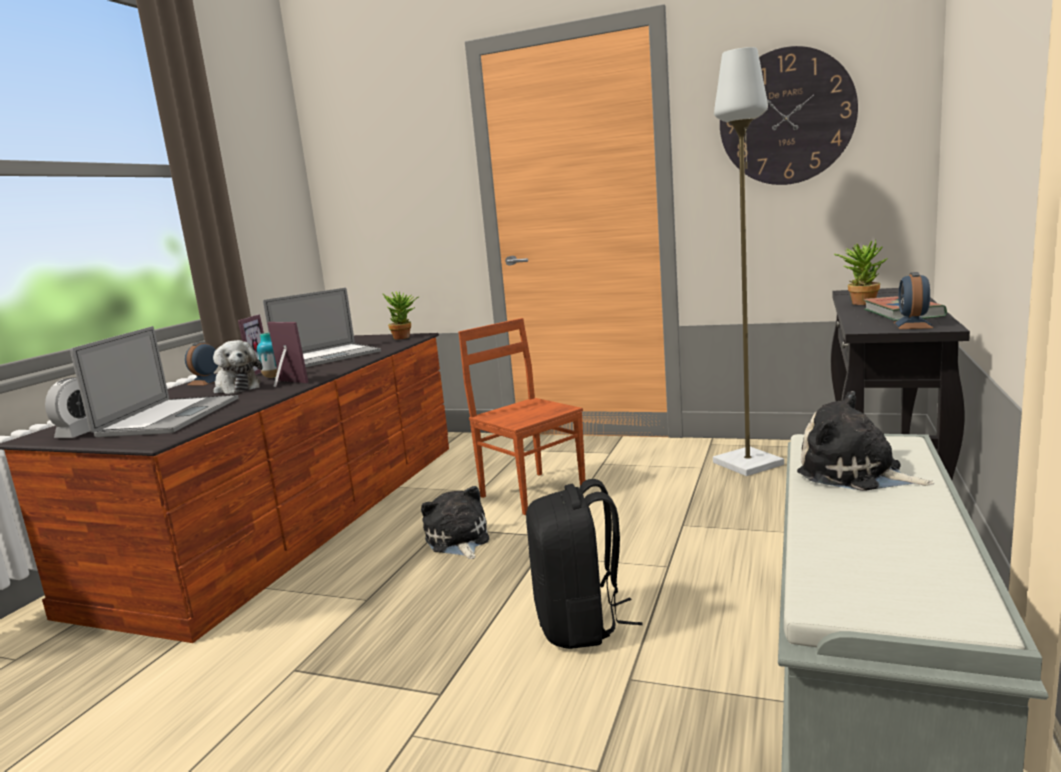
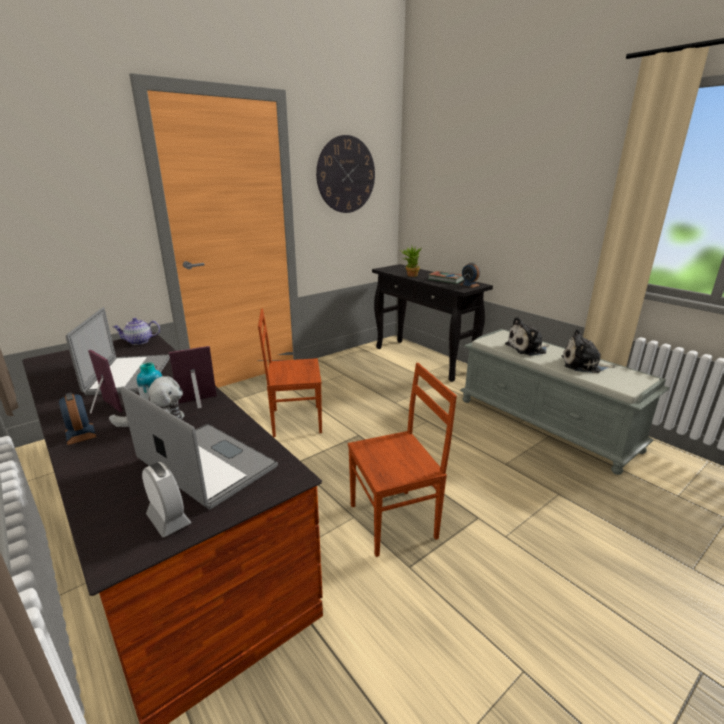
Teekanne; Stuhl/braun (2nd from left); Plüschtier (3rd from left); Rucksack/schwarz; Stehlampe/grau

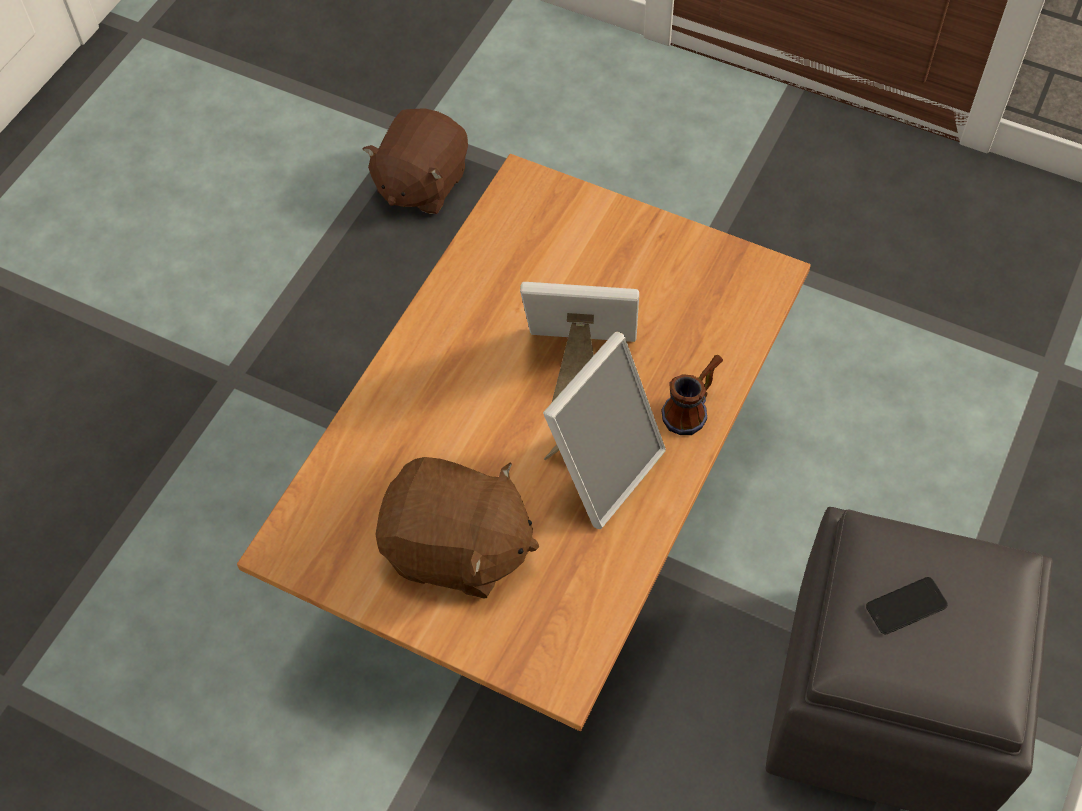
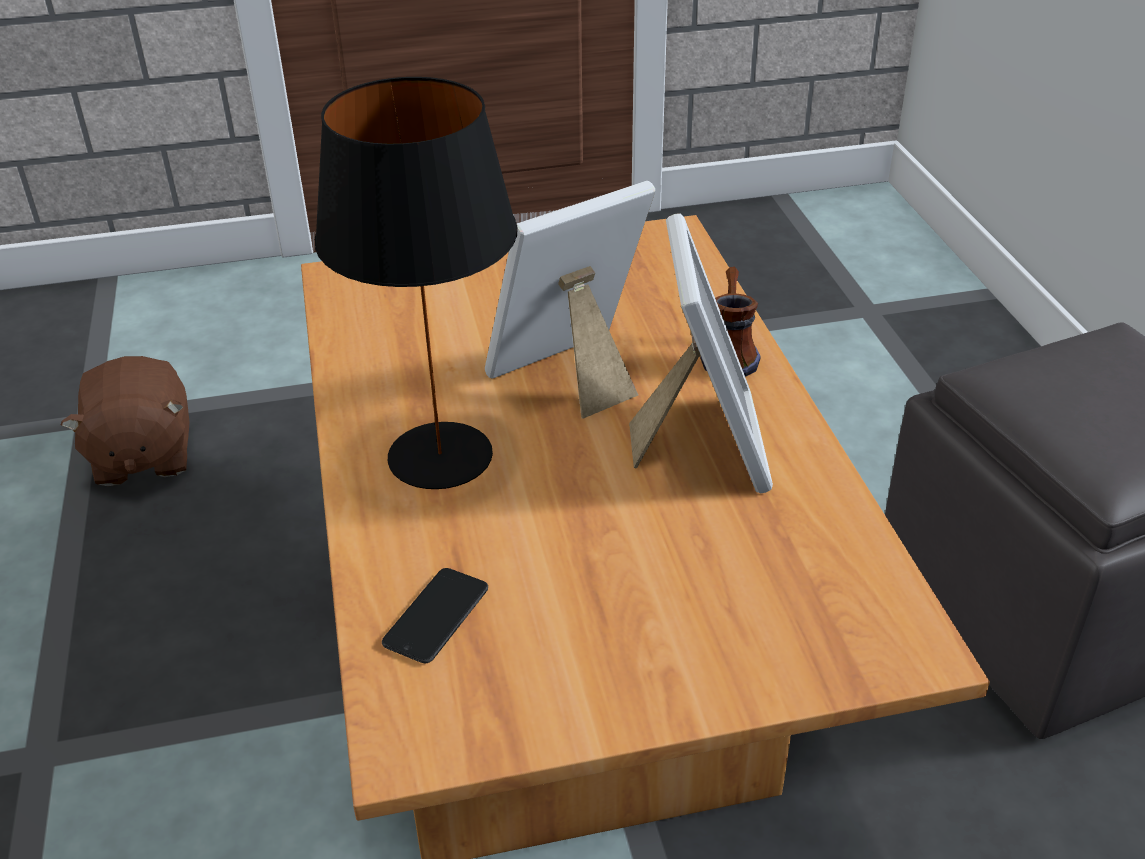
Tischlampe/schwarz; Handy; Plüschtier/braun (2nd from left in the first image)

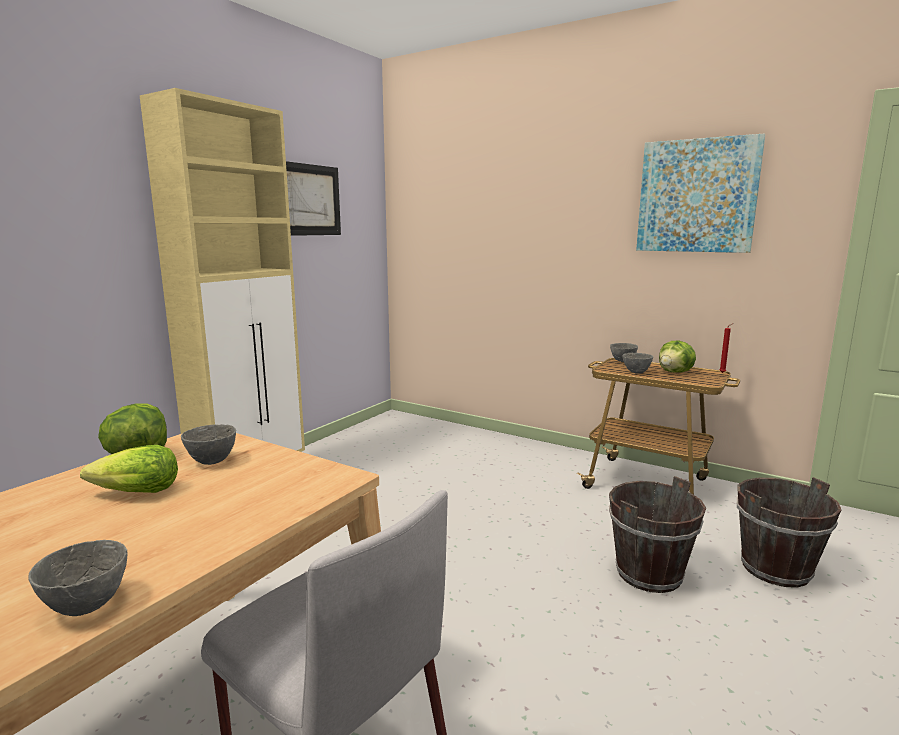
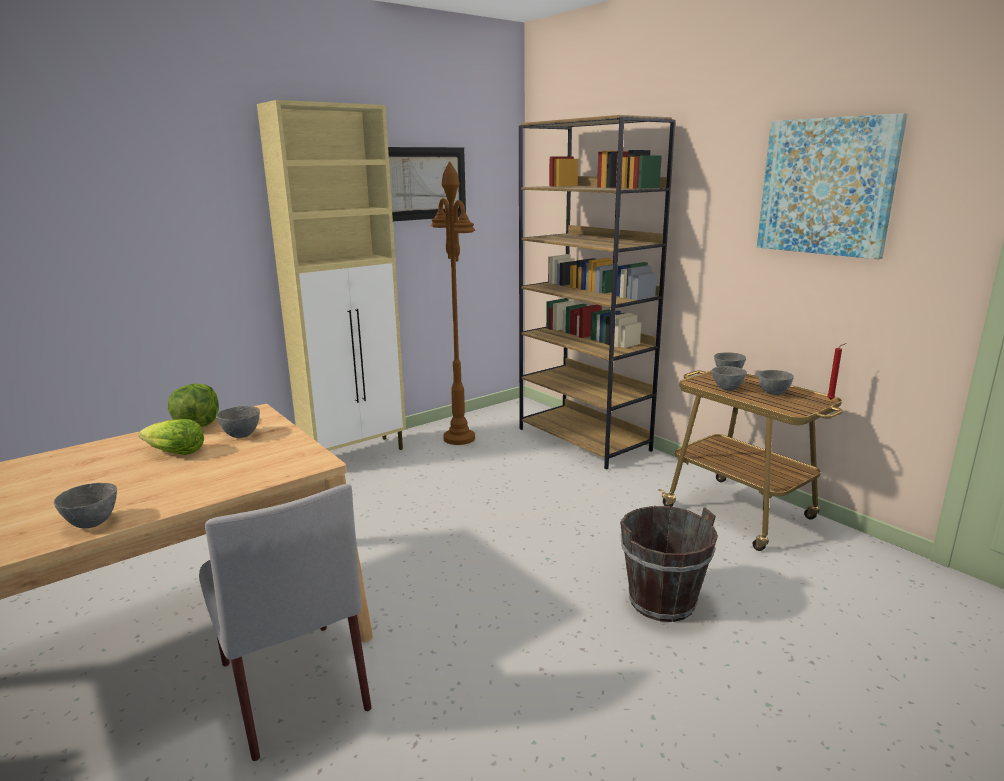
Stehlampe/braun; Bücherregal/braun; Schüssel/grau (5th from left); Eimer/braun (2nd from left in the first image)

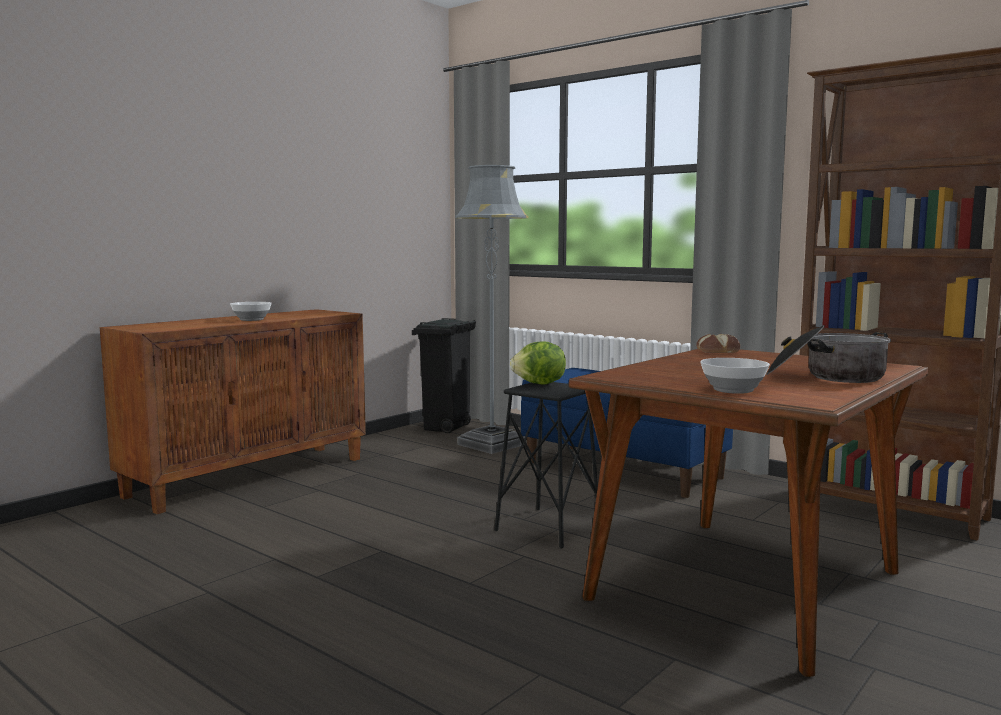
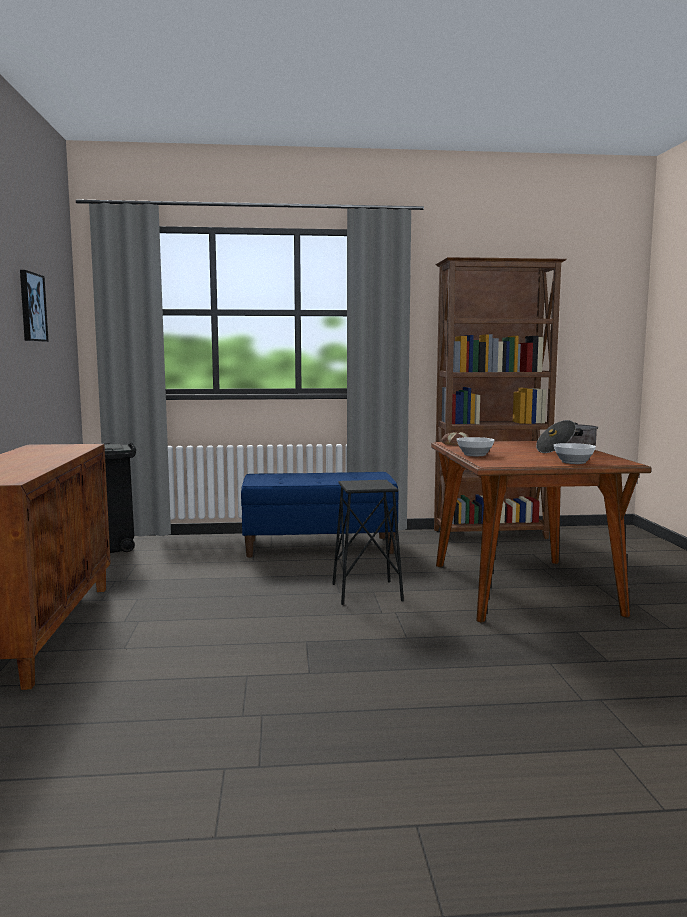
Bild; Schüssel (1st from left); Stehlampe/grau; Salatkopf

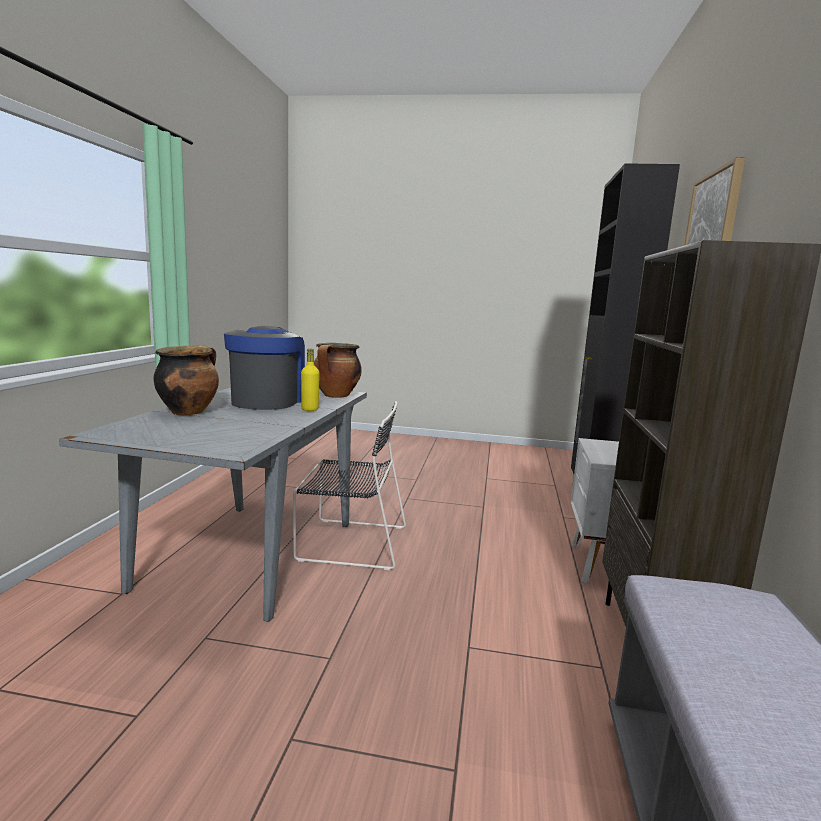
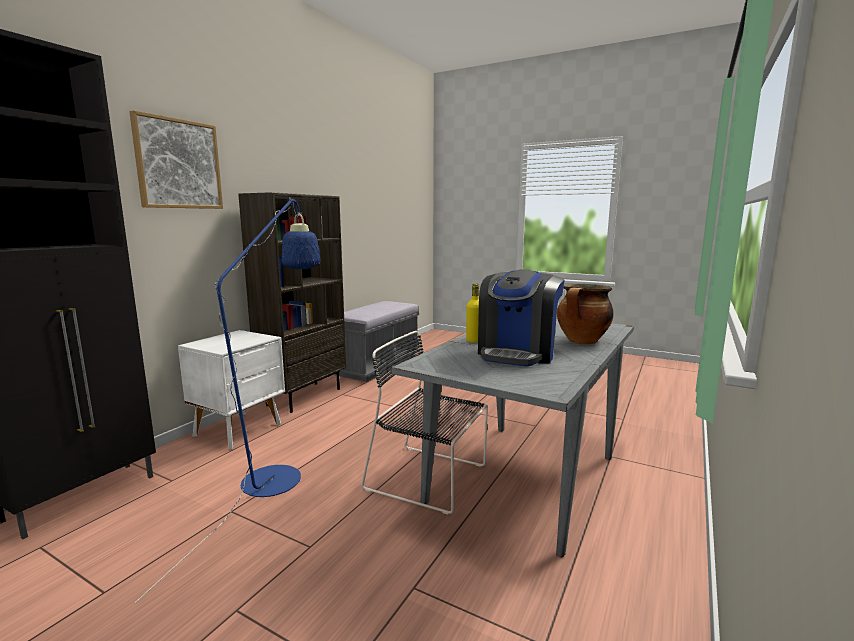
Stehlampe/blau; Kochtopf (2nd from left in the first image)

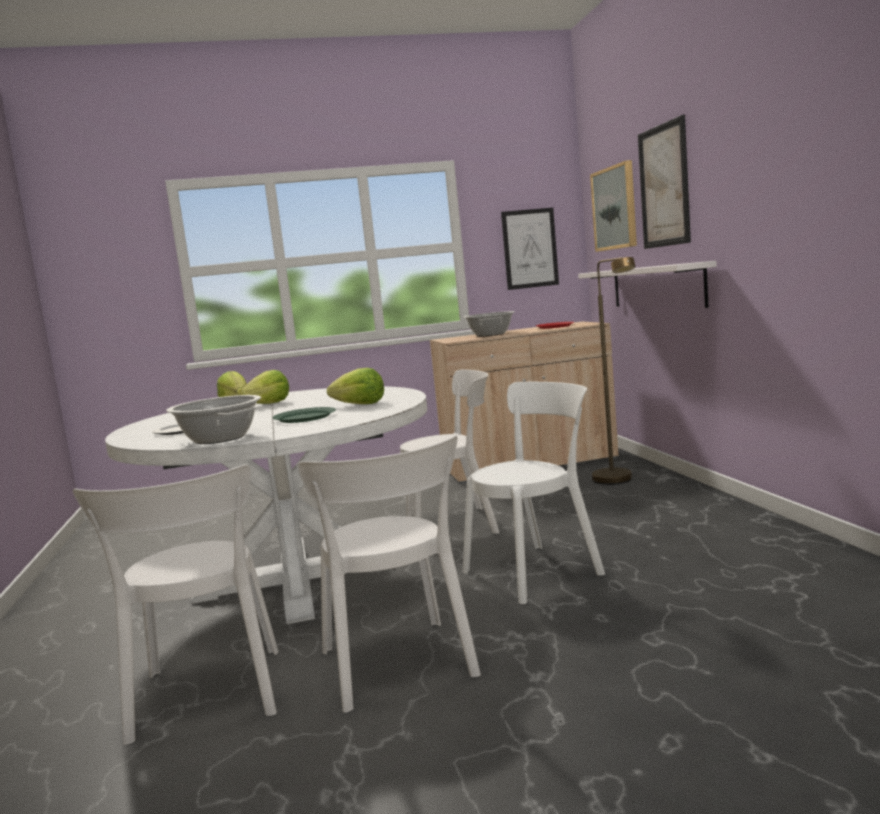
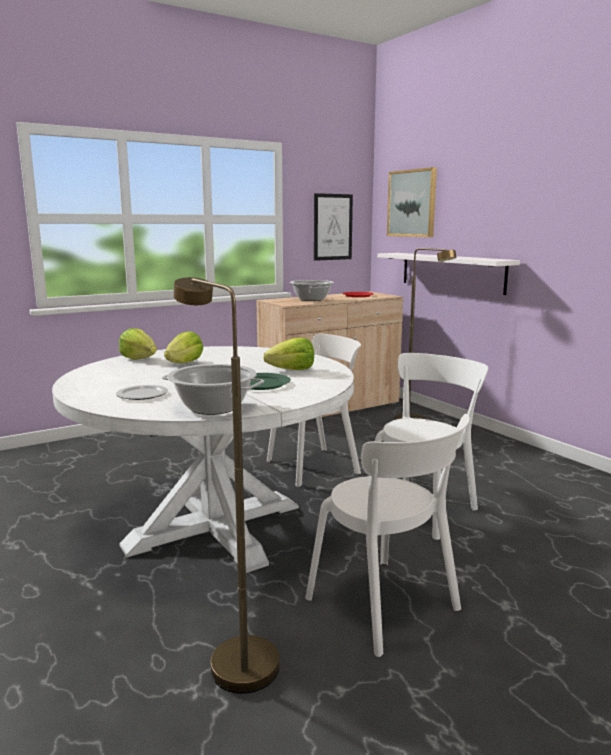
Stehlampe/braun (1st from left); Bild (3rd from left in the first image)

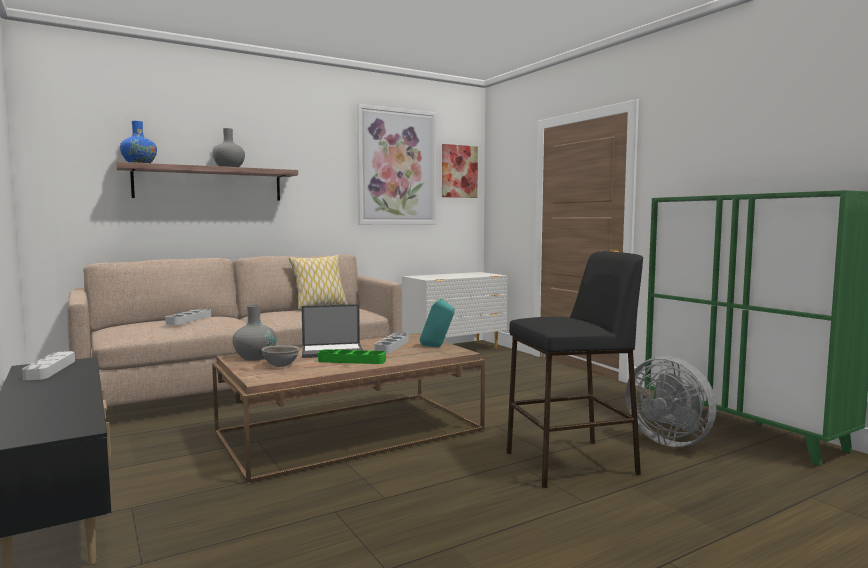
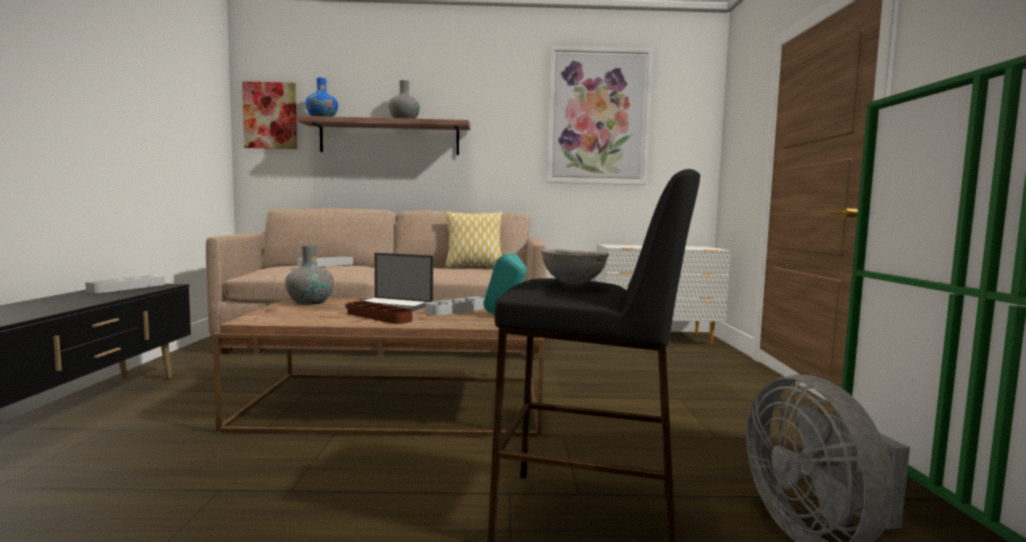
Bild (1st from left); Tablett/braun; Schüssel/grau

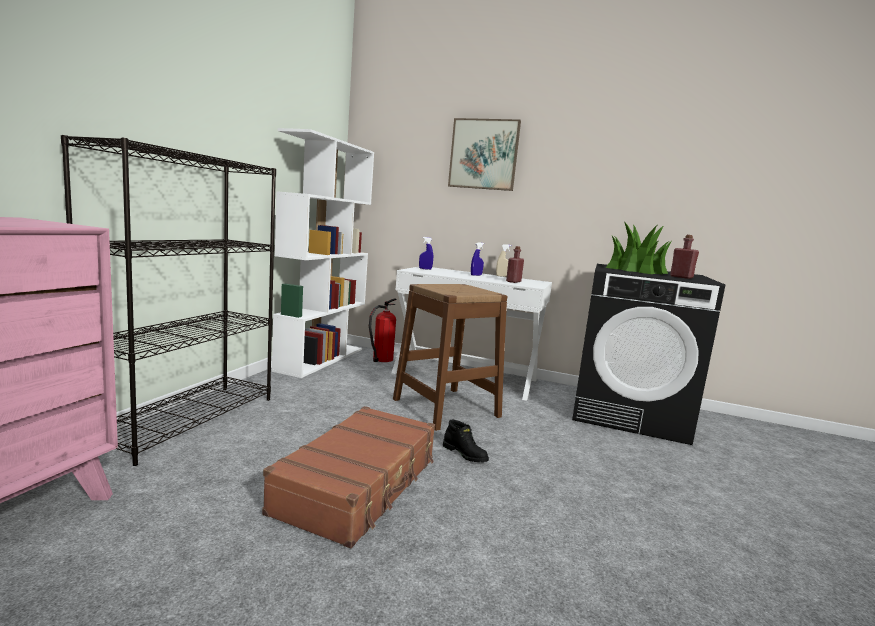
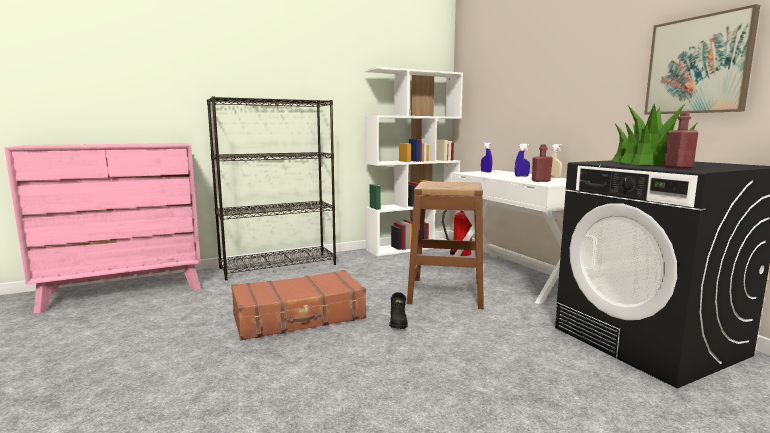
Bild

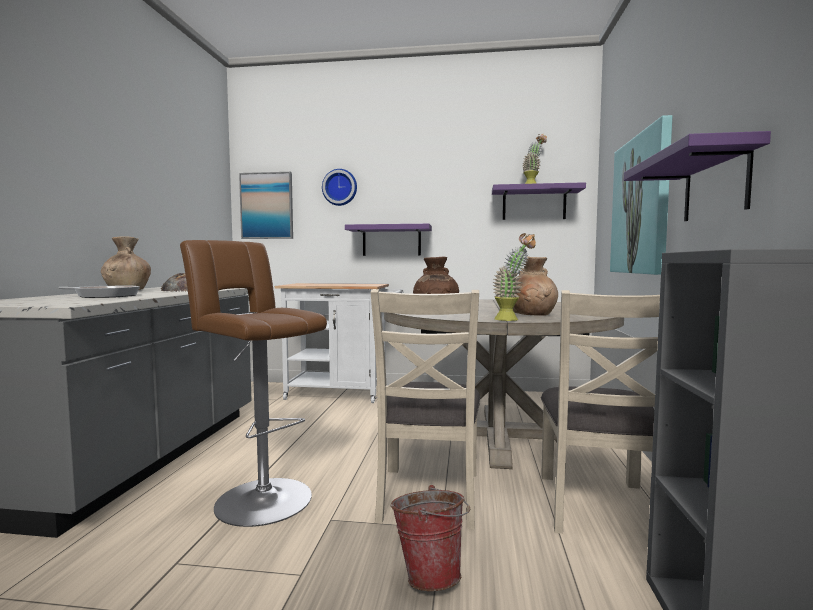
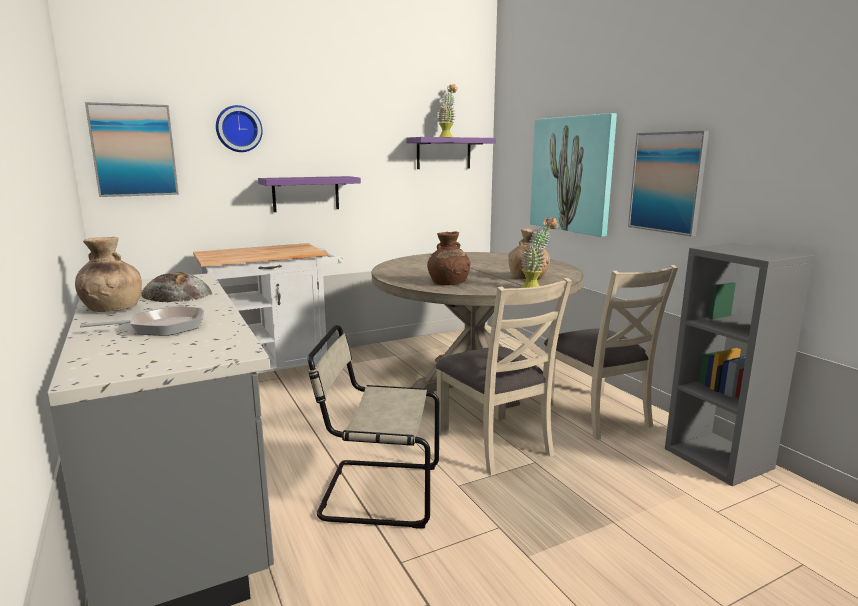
Stuhl/beige (1st from left); Bild (3rd from left); Eimer

